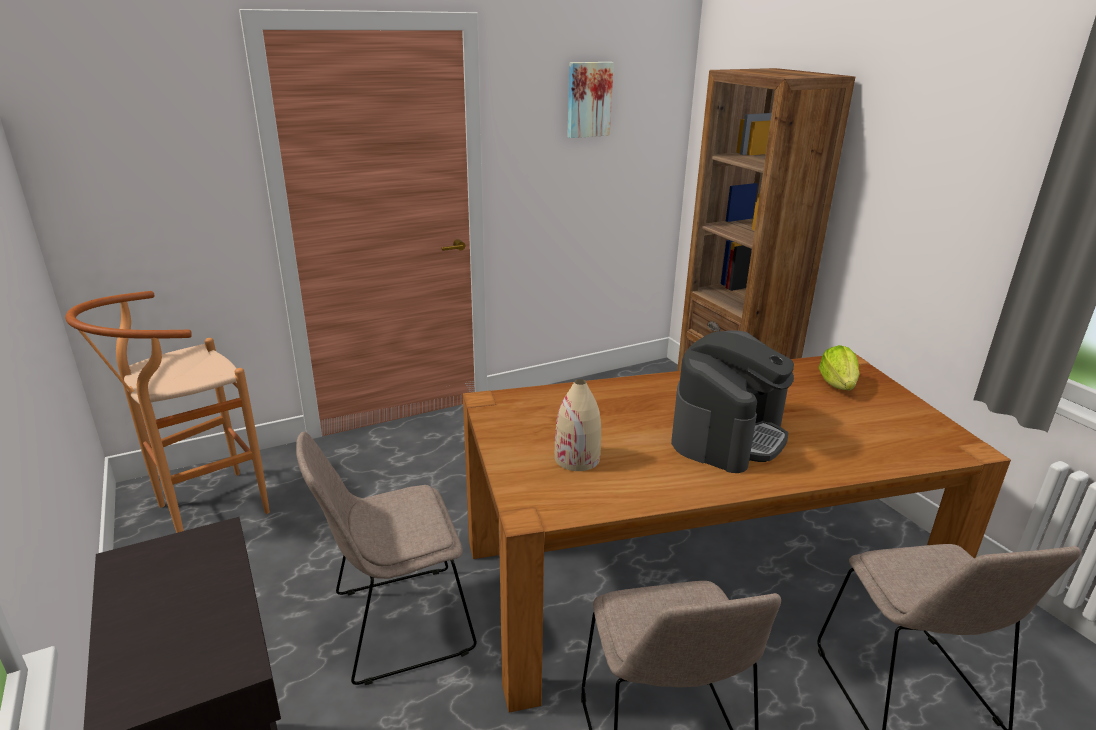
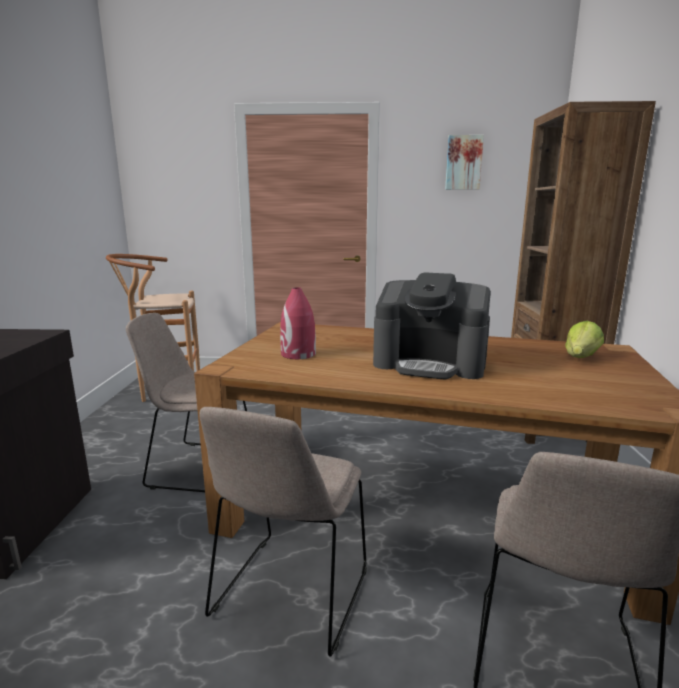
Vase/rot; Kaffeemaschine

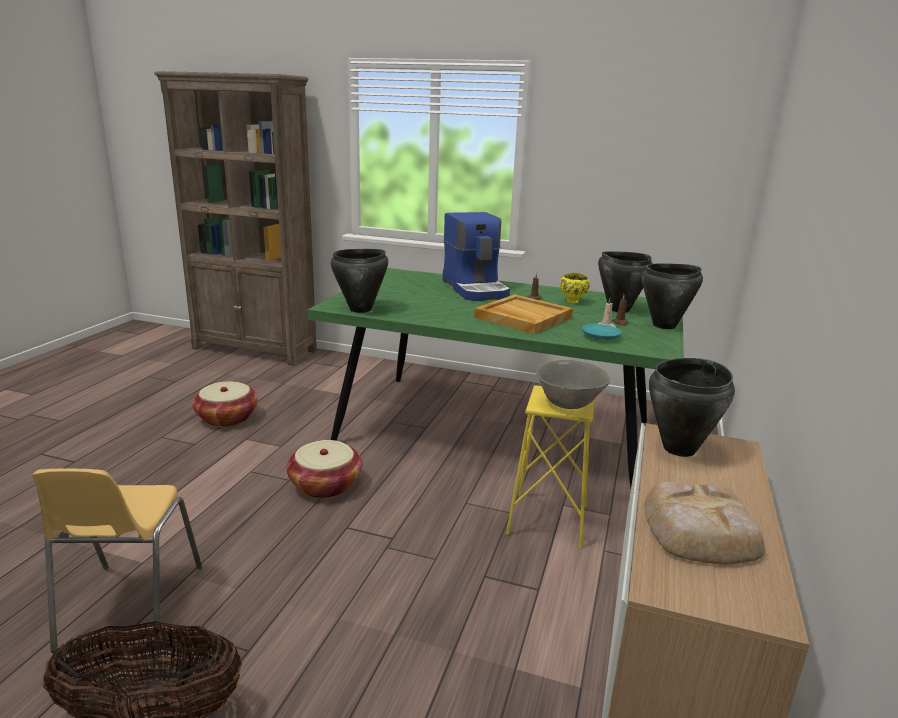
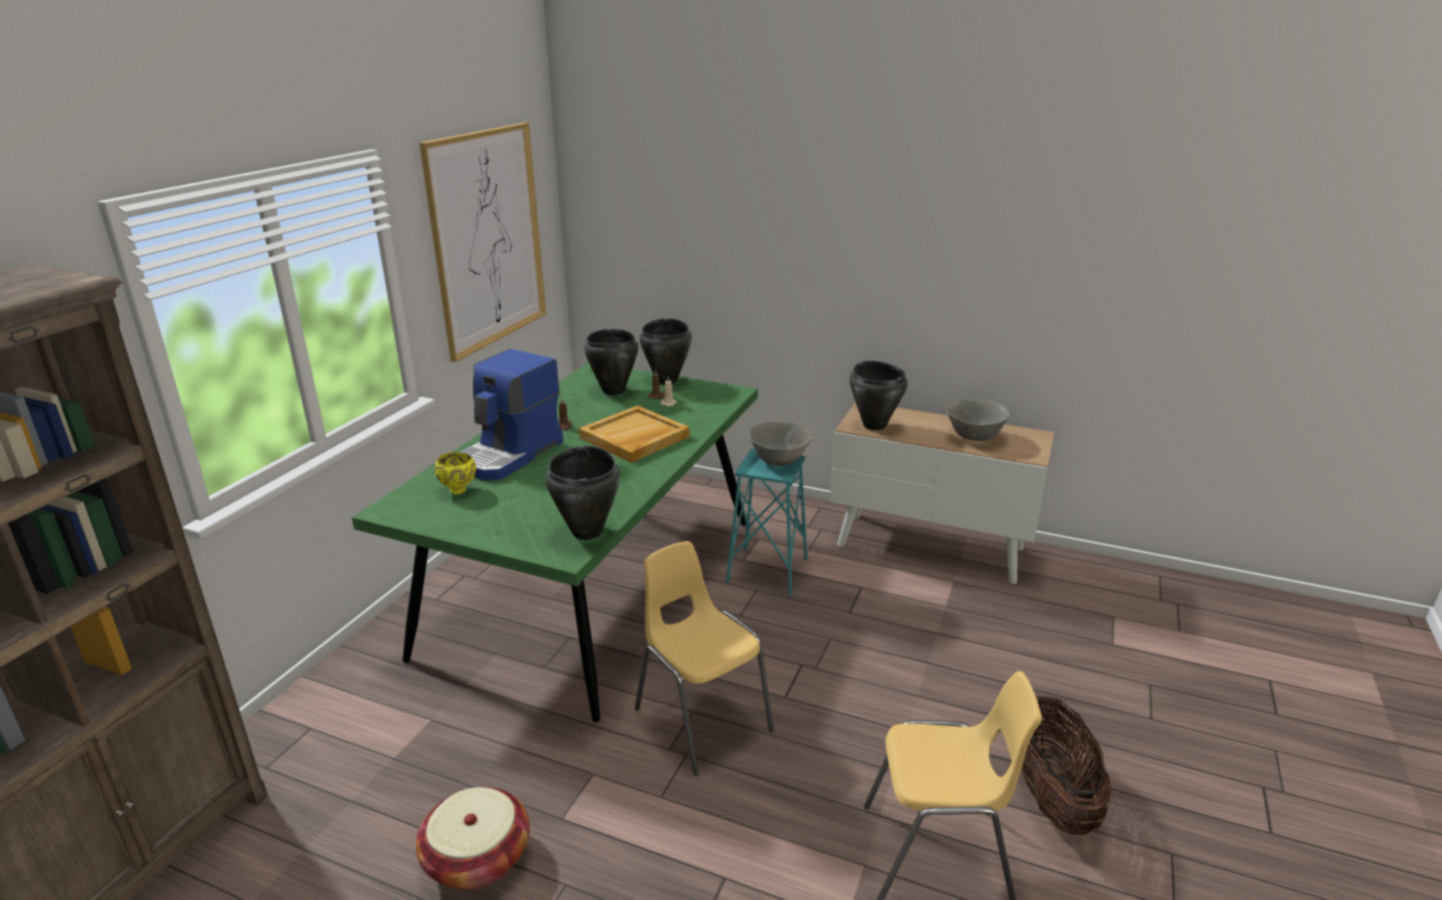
Bild; Schüssel/gelb; Kaffeemaschine; Stuhl/gelb (1st from left); Hocker/türkis; Schüssel/grau (2nd from left); Teller/türkis

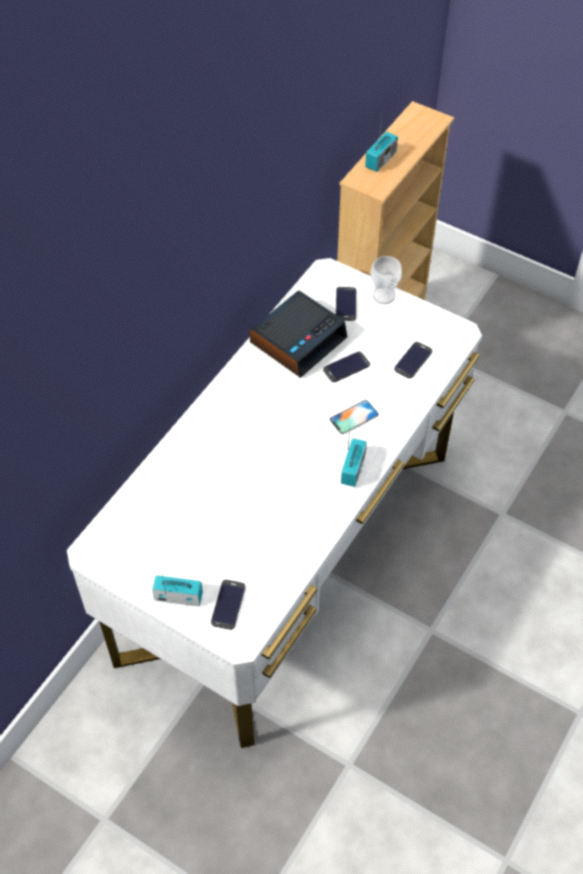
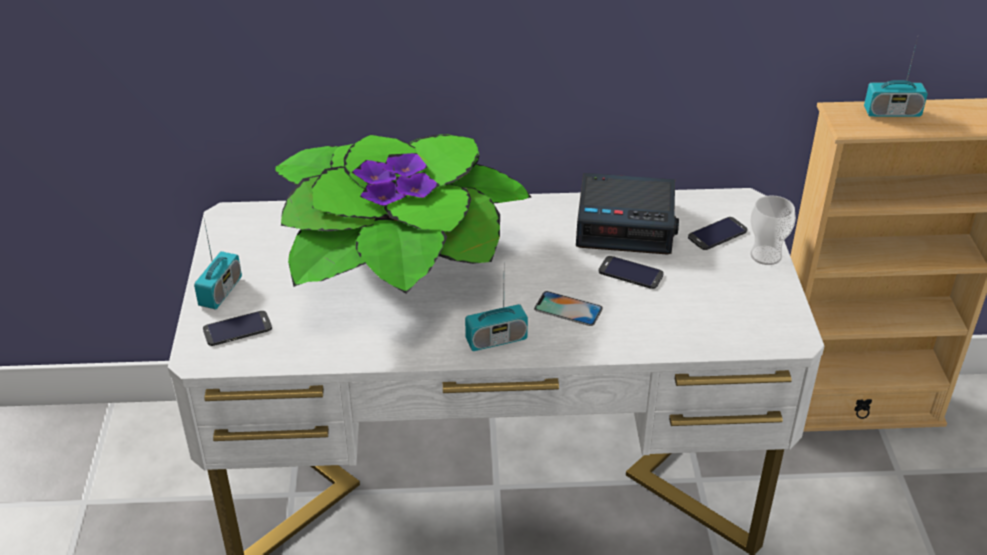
Radio (1st from left); Topfpflanze; Handy (5th from left in the first image)

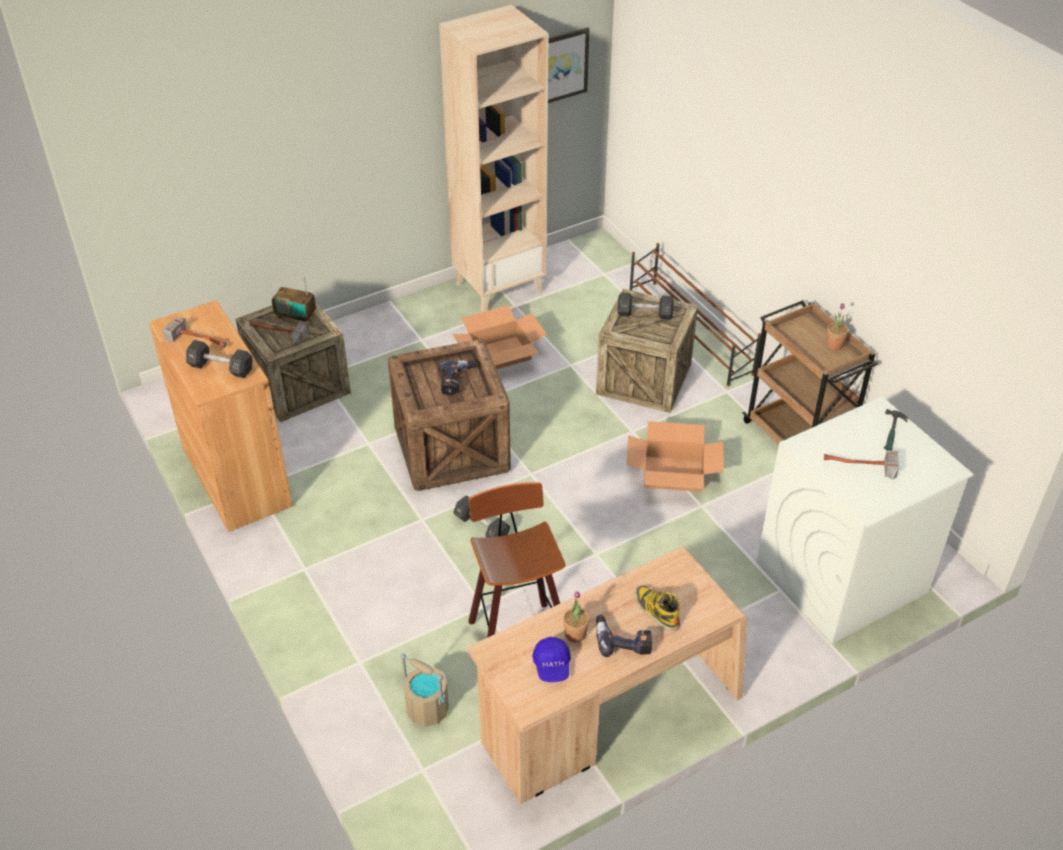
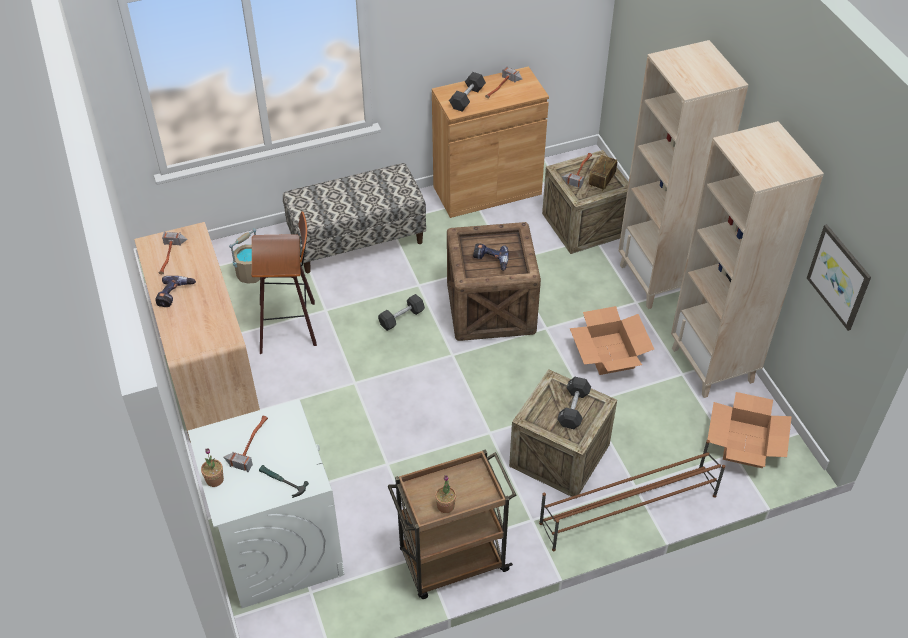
Hammer (1st from left); Topfpflanze (1st from left); Bank; Bücherregal/beige (1st from left); Karton (2nd from left); Stiefel

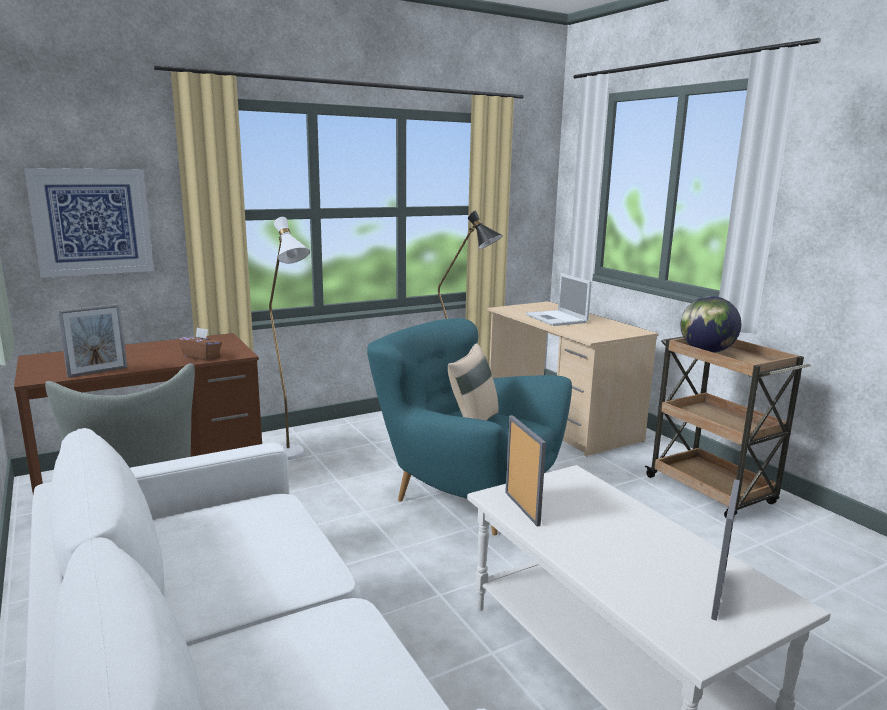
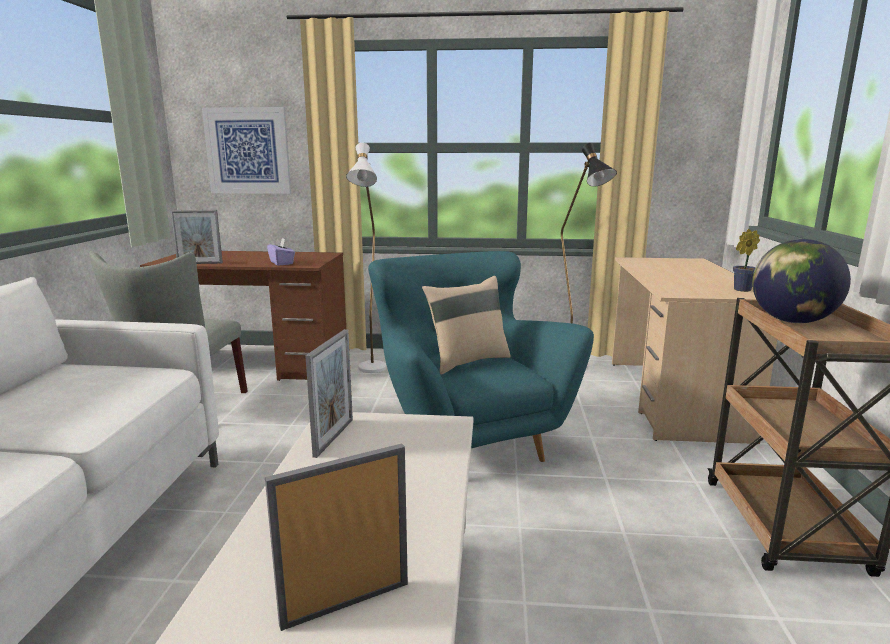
Taschentuchbox/lila; Topfpflanze; Laptop

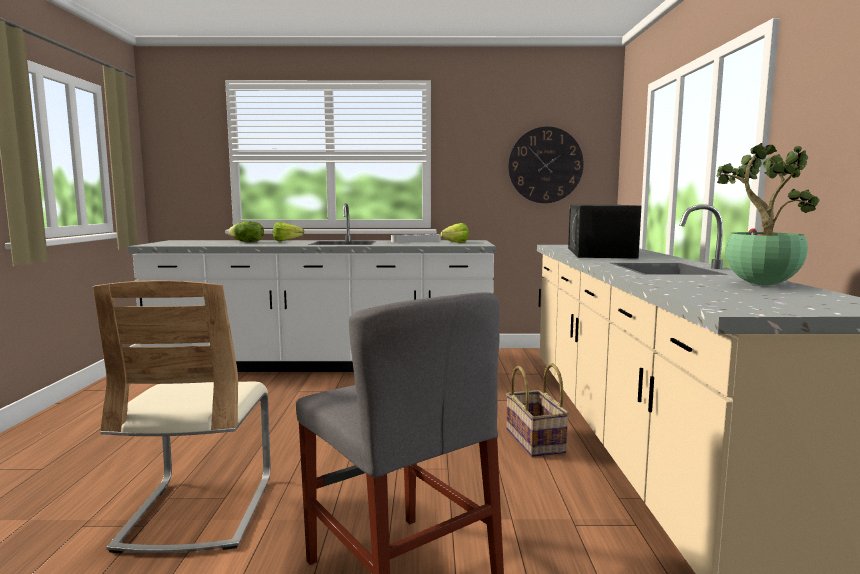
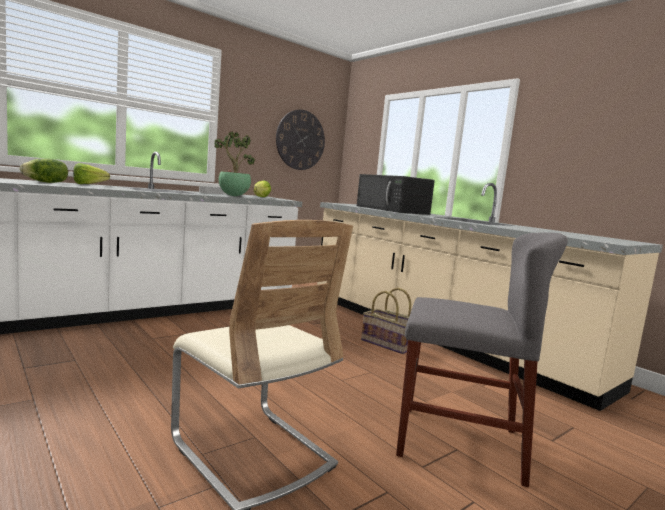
Topfpflanze

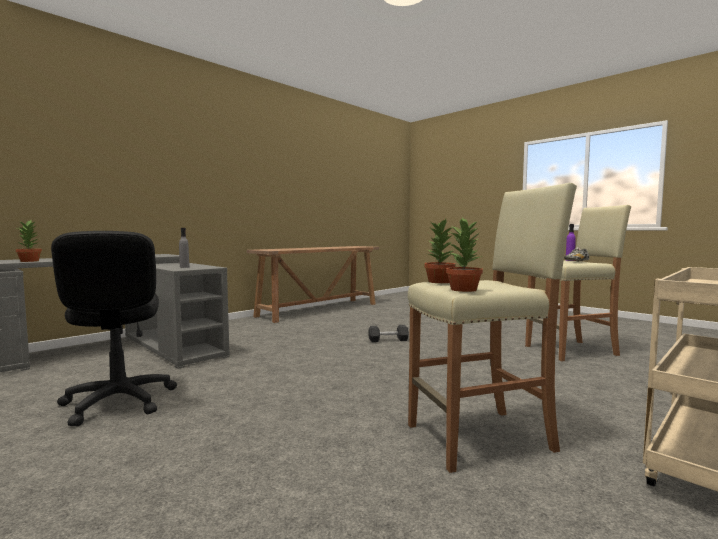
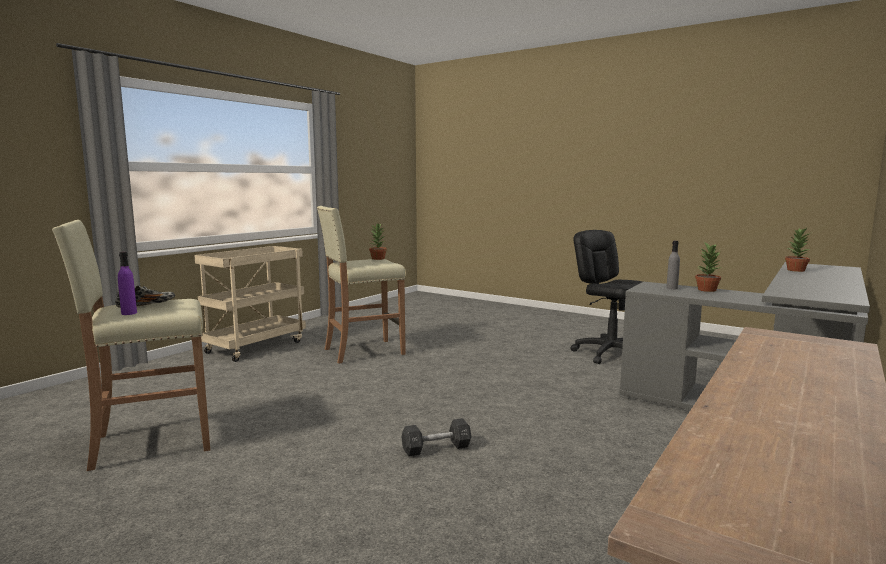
Topfpflanze (2nd from left)

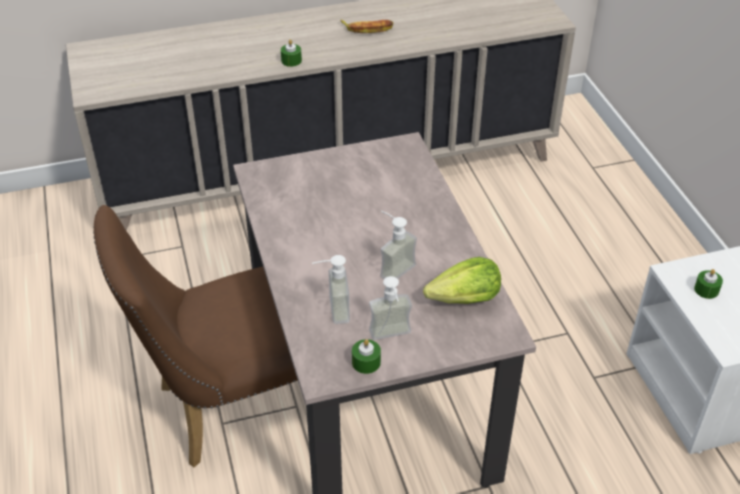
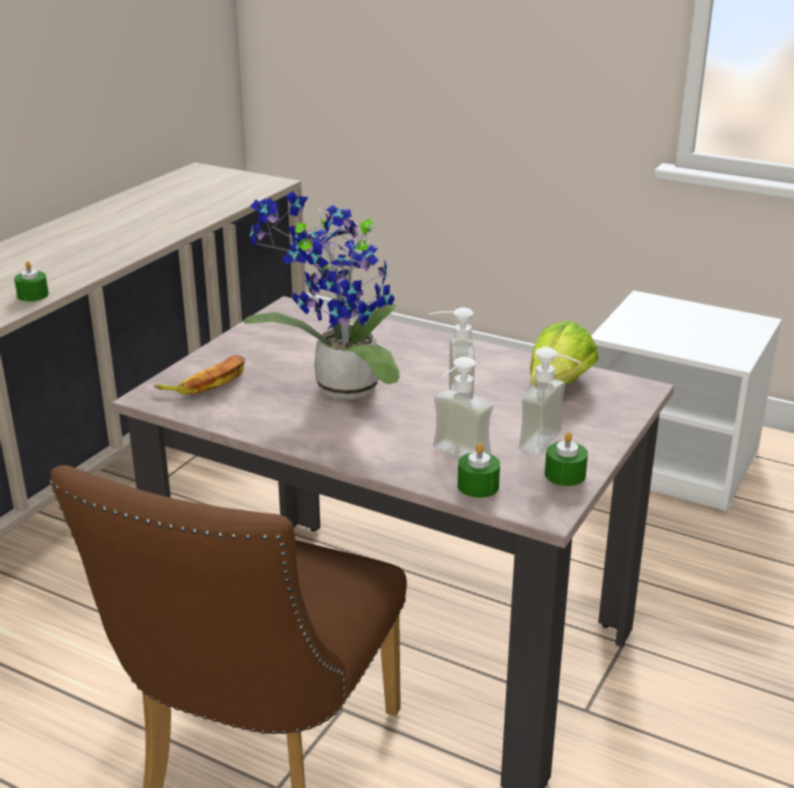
Banane; Topfpflanze; Kerze/grün (2nd from left)

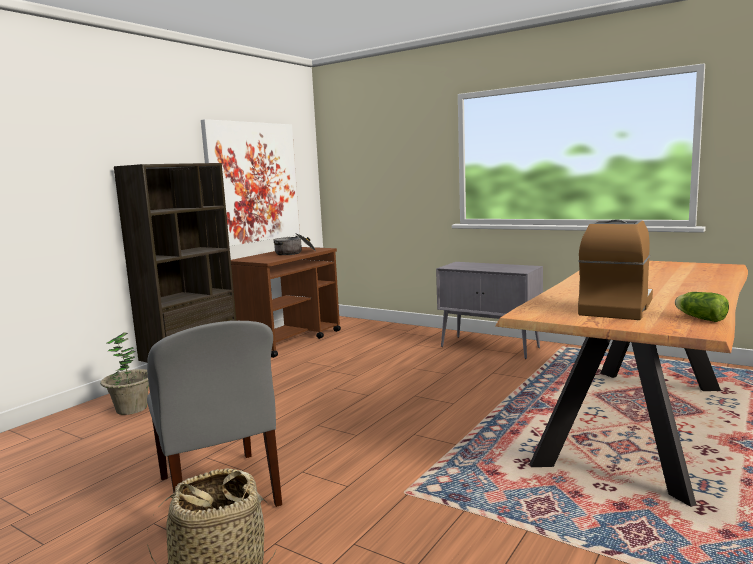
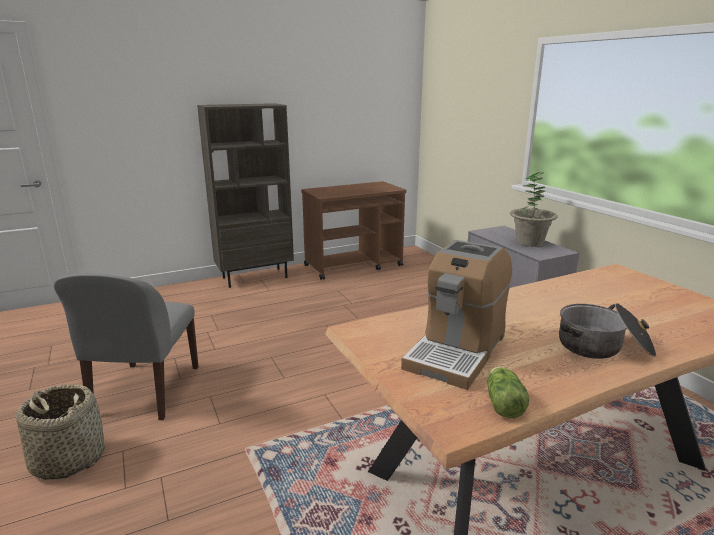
Kaffeemaschine; Topfpflanze; Kochtopf; Bild

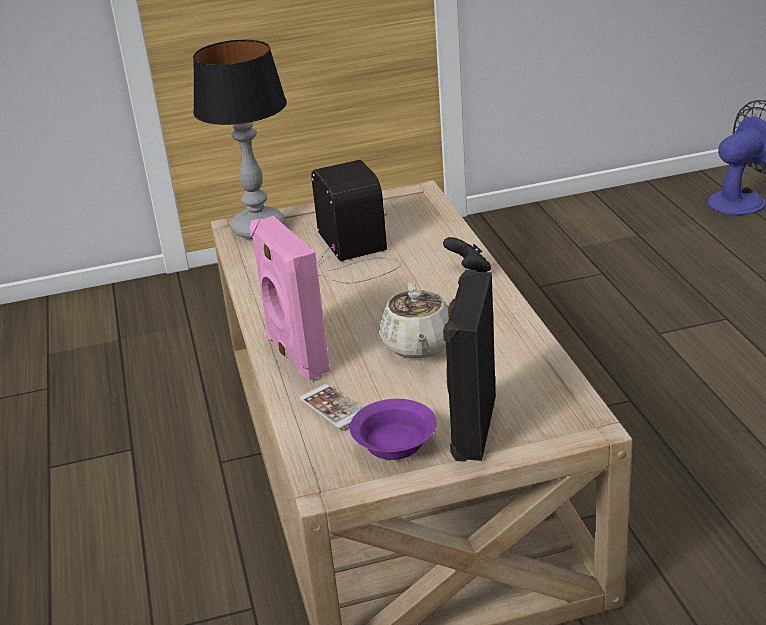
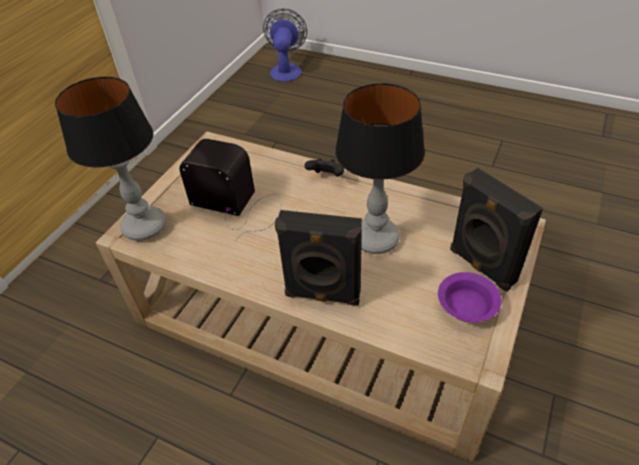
Lautsprecher/schwarz (1st from left); Tischlampe (2nd from left); Handy

